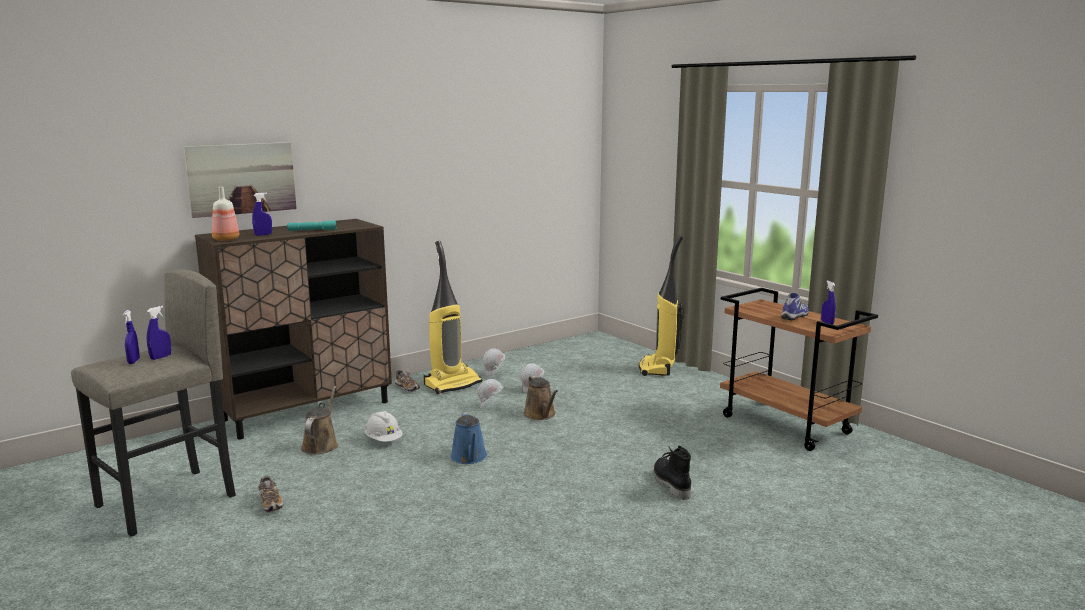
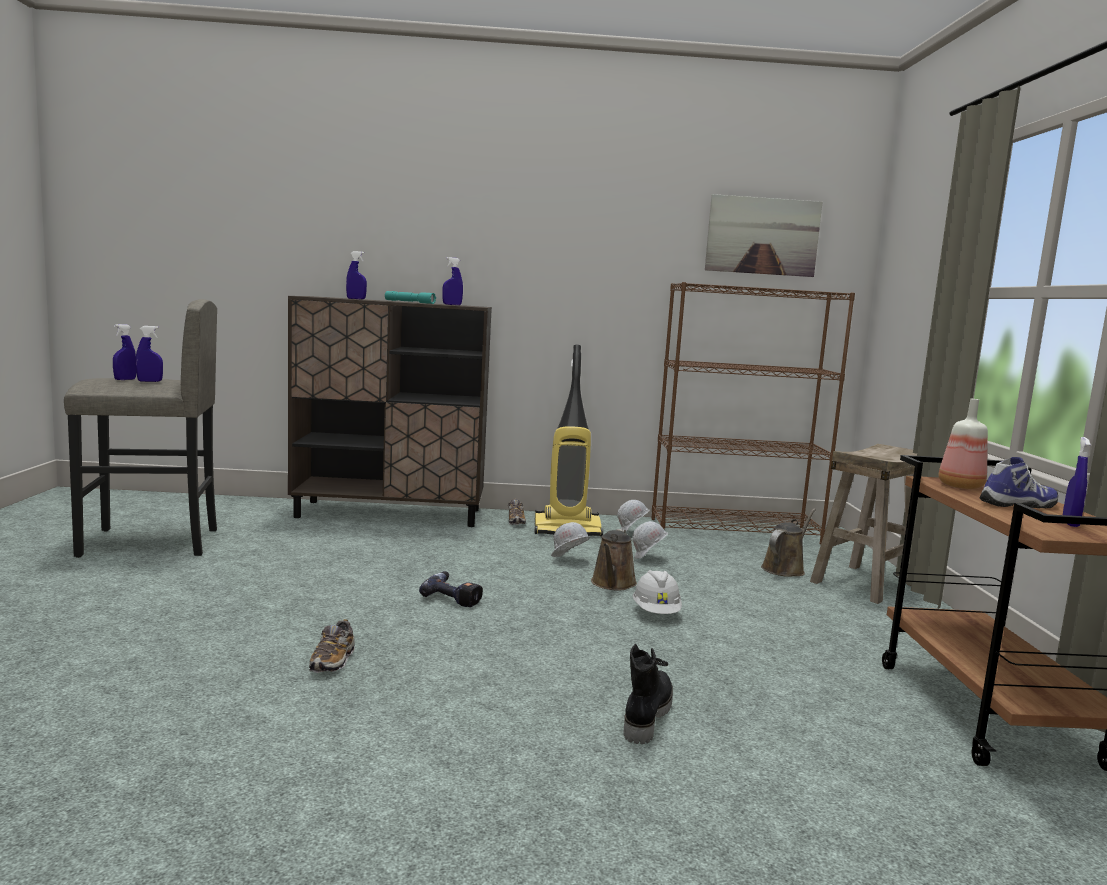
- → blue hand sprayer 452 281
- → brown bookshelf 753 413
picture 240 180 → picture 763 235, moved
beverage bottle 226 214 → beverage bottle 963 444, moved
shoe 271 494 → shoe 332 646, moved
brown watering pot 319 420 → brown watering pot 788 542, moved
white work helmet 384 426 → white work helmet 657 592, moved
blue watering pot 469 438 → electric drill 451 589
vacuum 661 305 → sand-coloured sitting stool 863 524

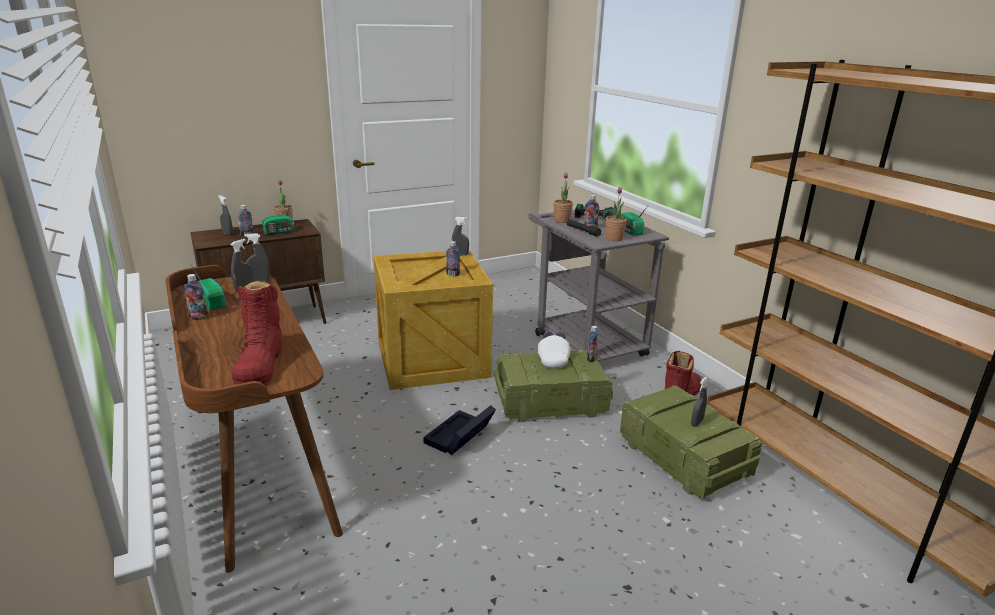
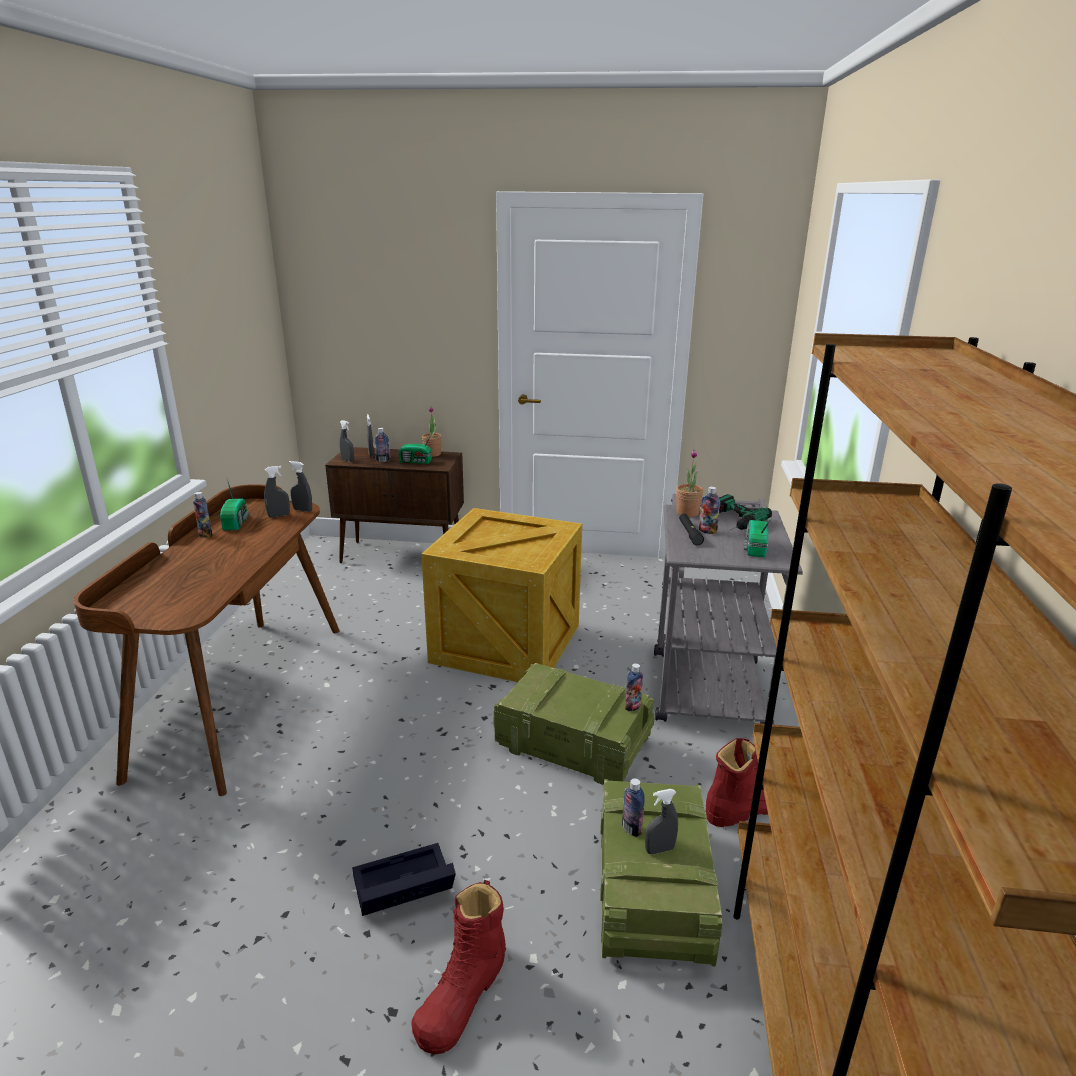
white baseball cap 554 350 → -
potted plant 616 214 → -
red boot 257 332 → red boot 459 967, moved
blackish storage box 459 430 → blackish storage box 404 879, moved
beverage bottle 453 258 → beverage bottle 633 807, moved
gray hand sprayer 460 236 → gray hand sprayer 347 441, moved

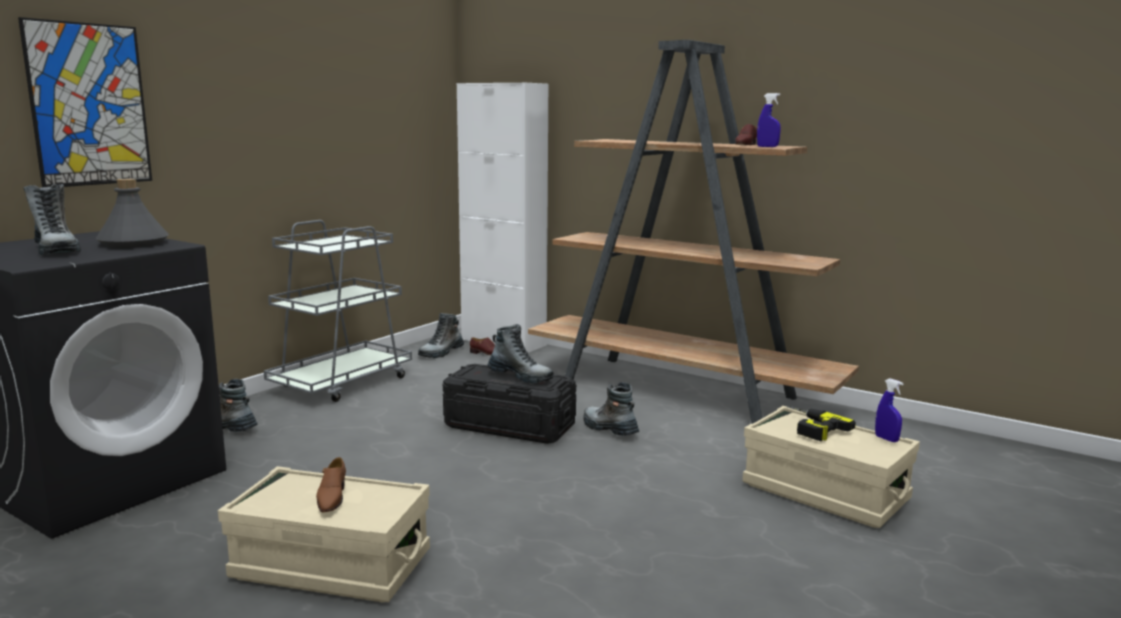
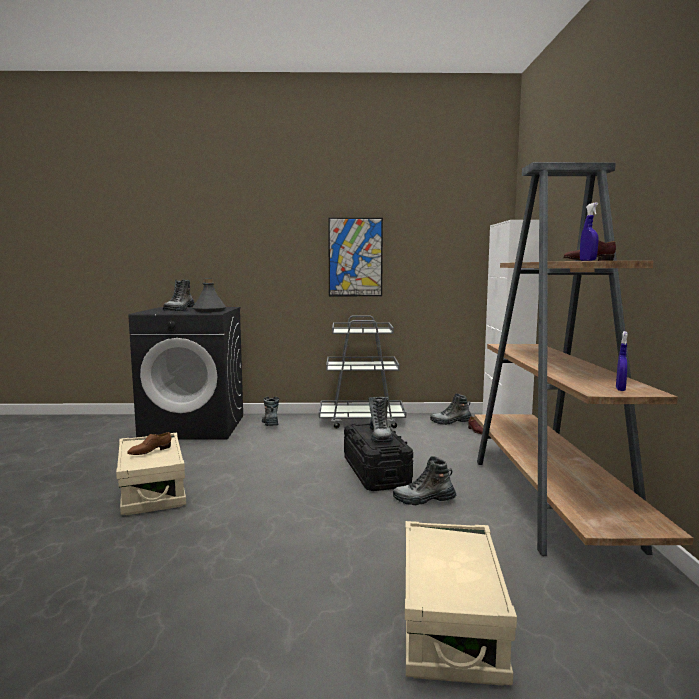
electric drill 821 423 → -
picture 85 102 → picture 355 257, moved
blue hand sprayer 889 410 → blue hand sprayer 622 361, moved
boot 611 409 → boot 424 480, 105 degrees counterclockwise

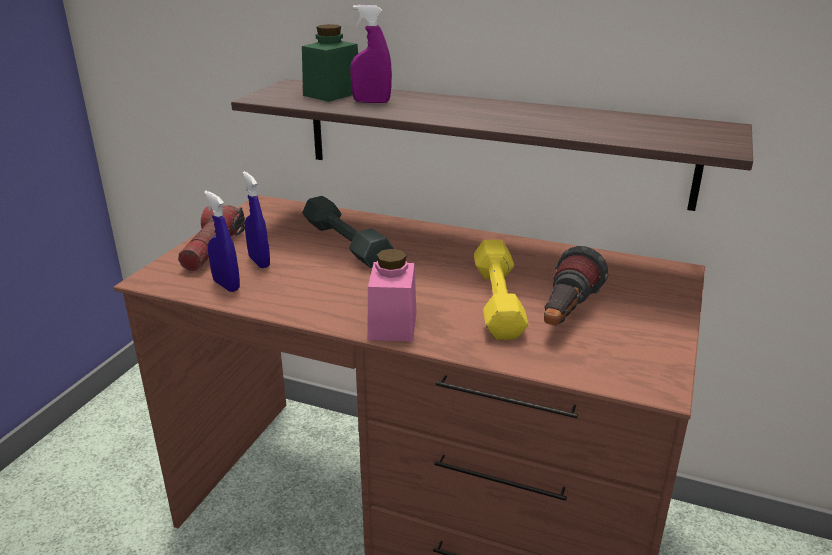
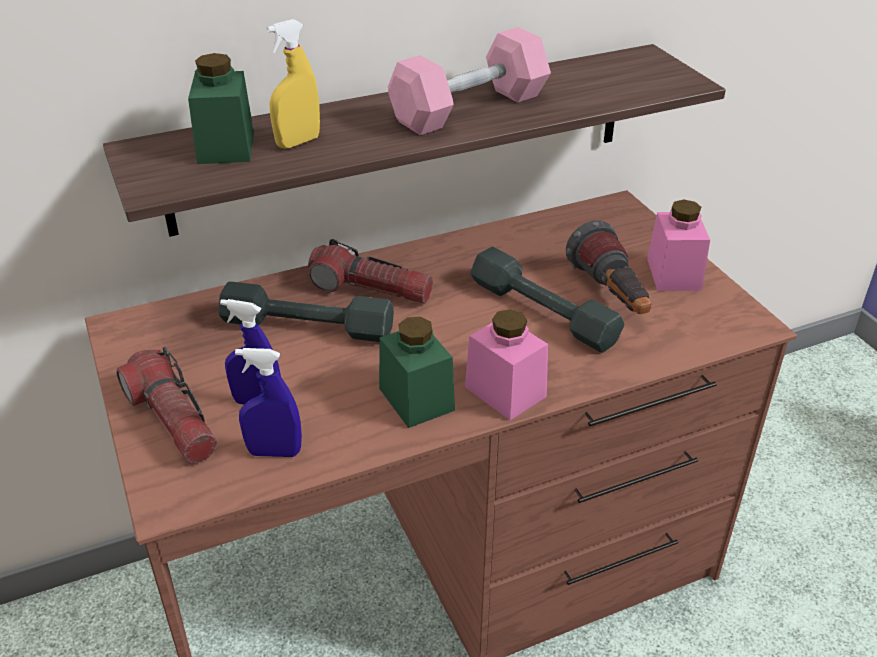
- → hand torch 370 271
- → green preserve jar 417 372
- → pink free weight 469 81
- → pink preserve jar 678 245
purple hand sprayer 371 54 → yellowish hand sprayer 293 84
yellowish free weight 501 290 → gray free weight 547 300

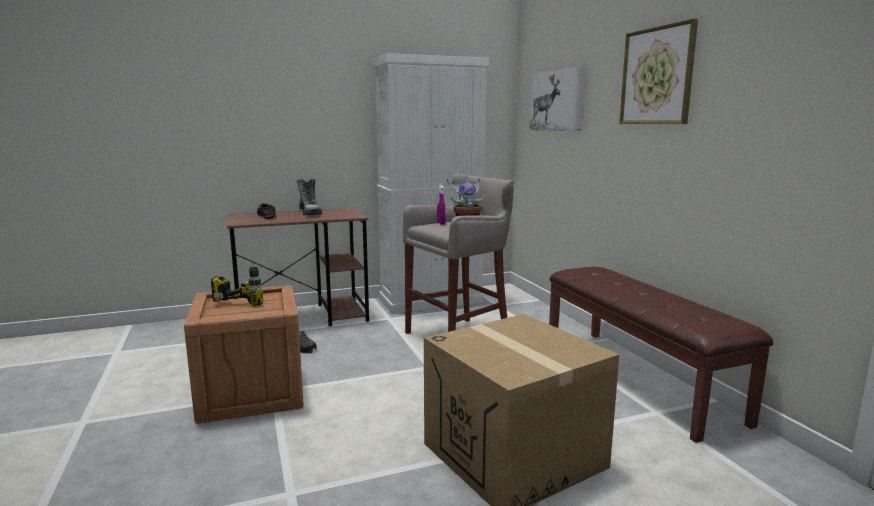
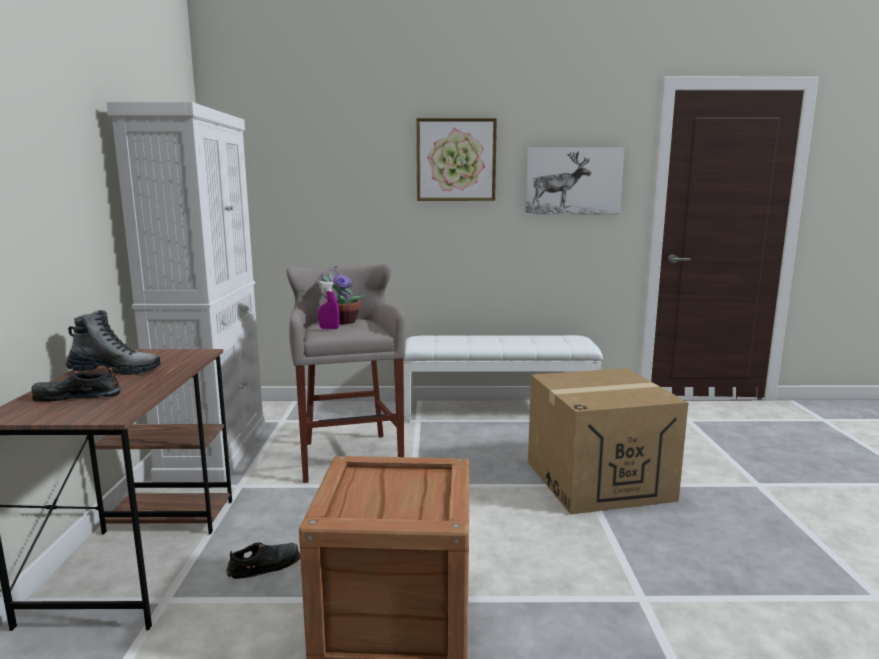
electric drill 237 284 → -
picture 557 99 → picture 574 181, moved
brown long seat 661 355 → white long seat 503 378

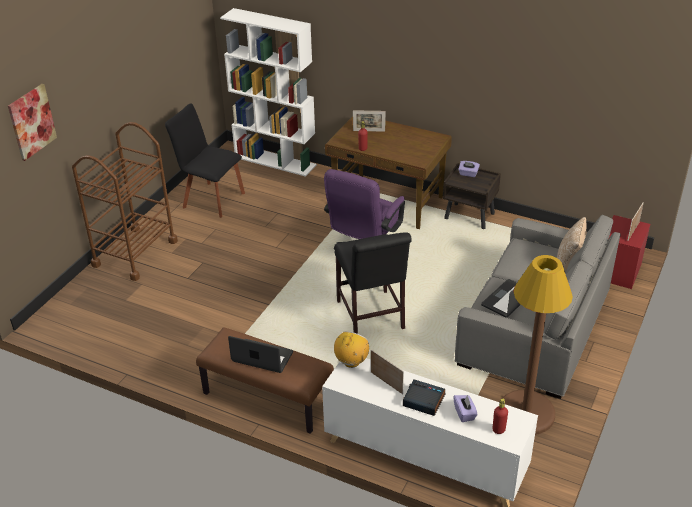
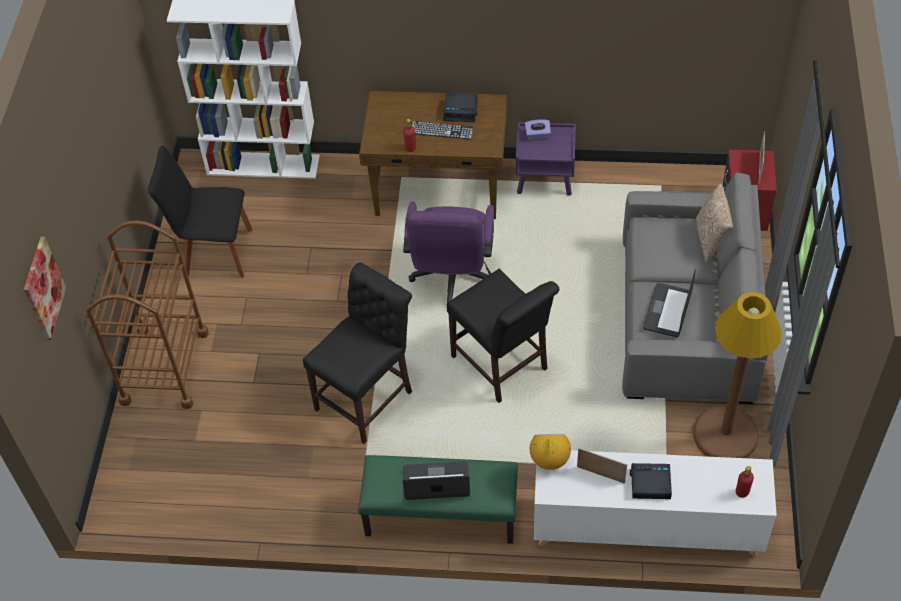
picture frame 369 121 → -
purple tissue holder 465 408 → -
- → blackish upright chair 357 353
- → computer keyboard 442 130
- → table clock 460 107
brown long seat 265 380 → green long seat 438 499
brown night table 472 196 → purple night table 546 159

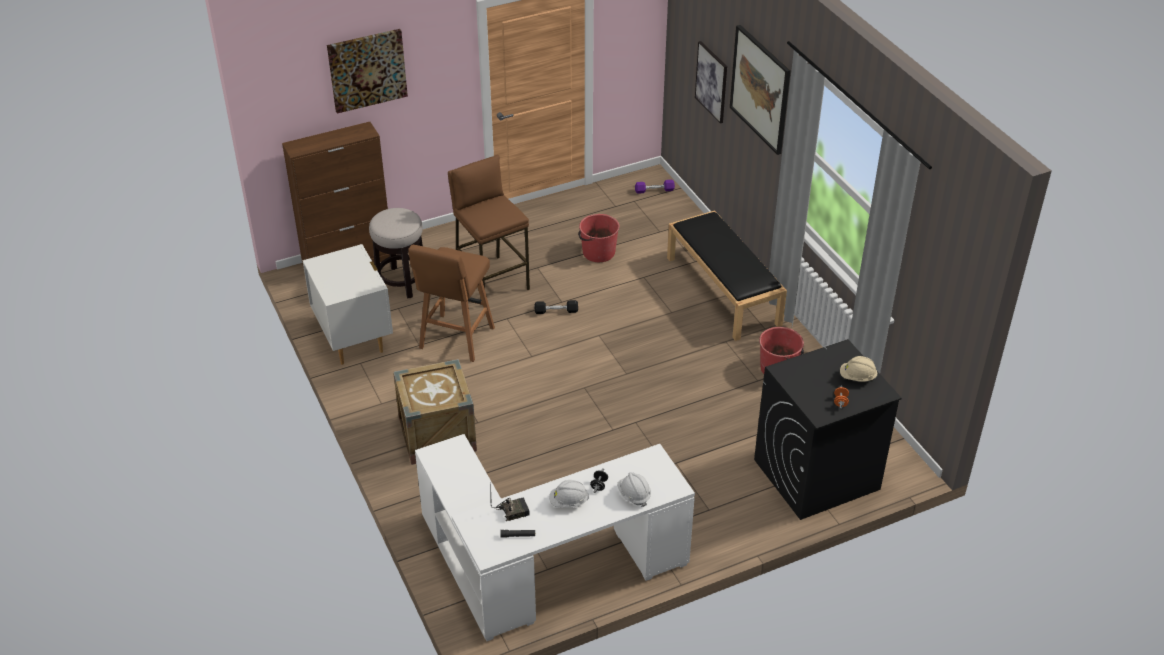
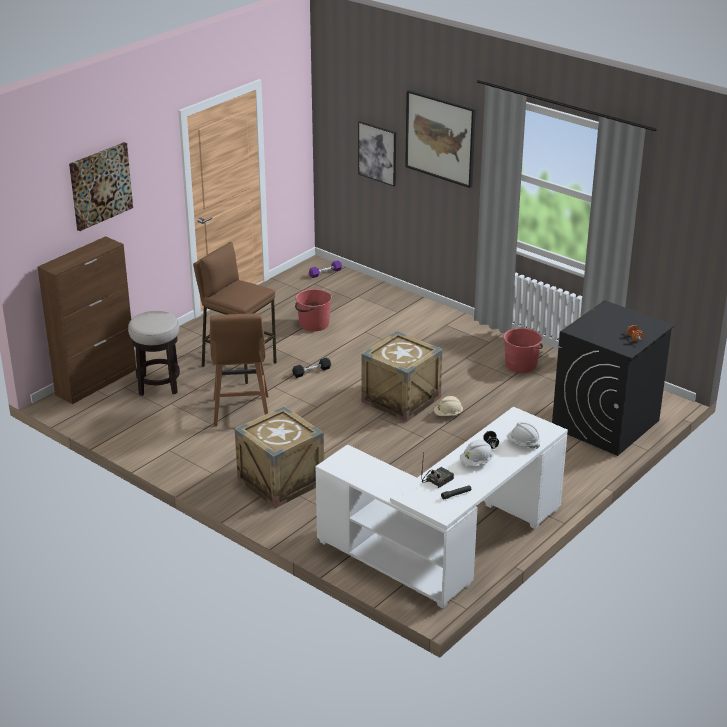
white night table 348 304 → -
blackish long seat 727 275 → -
- → packing crate 402 376
sand-coloured work helmet 858 369 → sand-coloured work helmet 448 406, moved

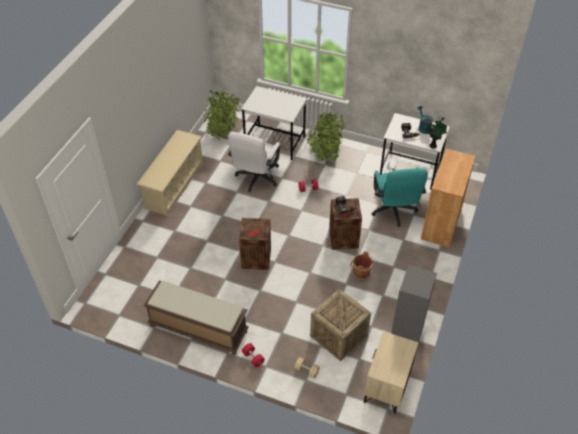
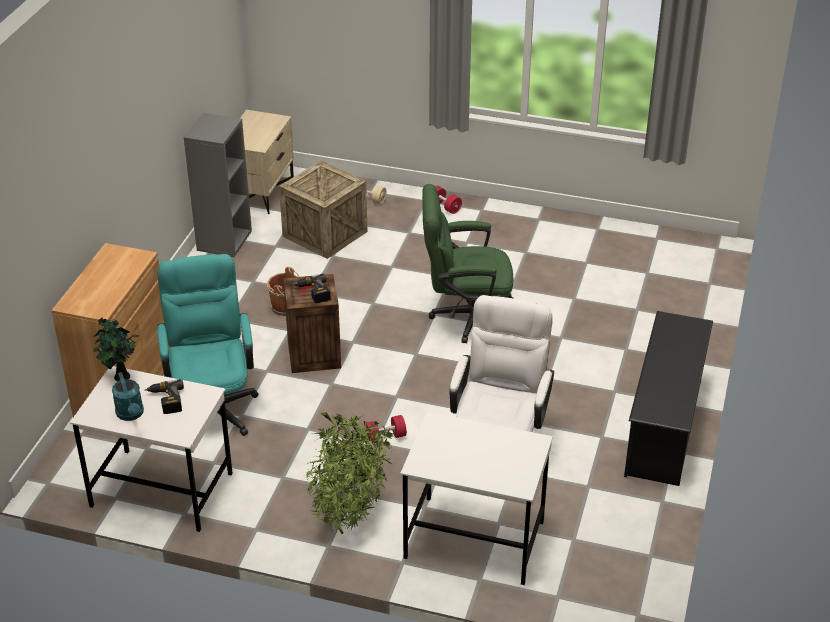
brown long seat 196 318 → -
potted plant 221 115 → -
packing crate 255 244 → green office chair 468 263
sand-coloured shoe stand 169 173 → blackish shoe stand 668 398

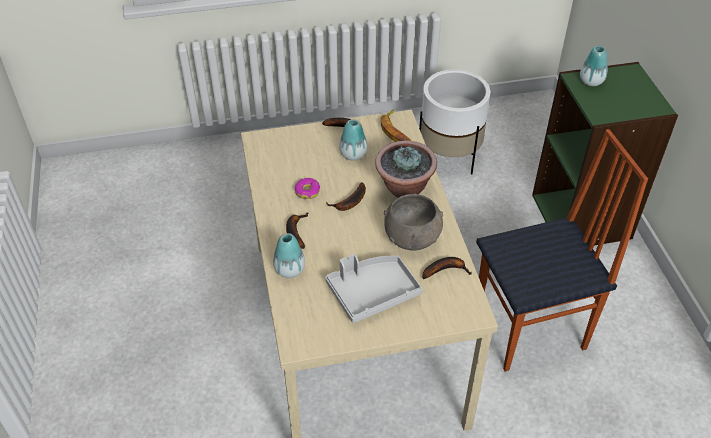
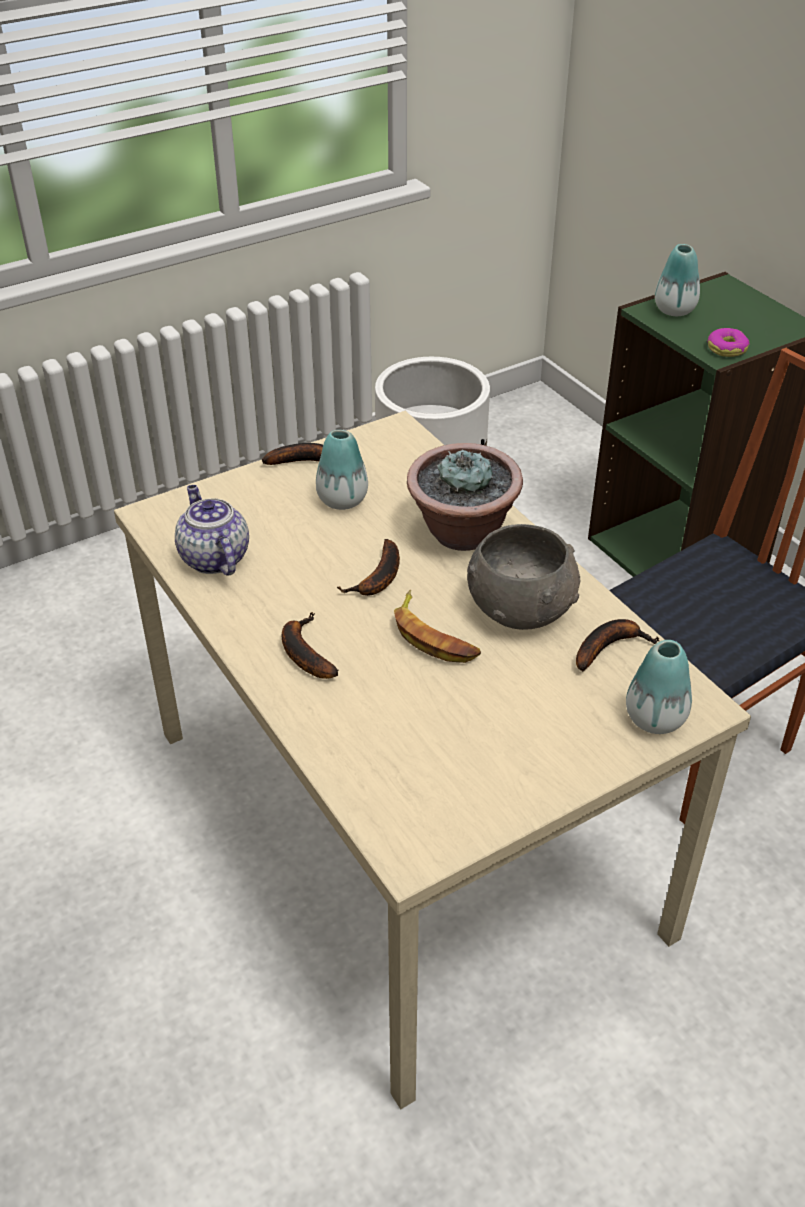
gray tray 373 288 → -
- → teapot 212 530
vase 289 255 → vase 659 687, moved
donut 307 188 → donut 728 342, moved
banana 396 125 → banana 437 626, moved

